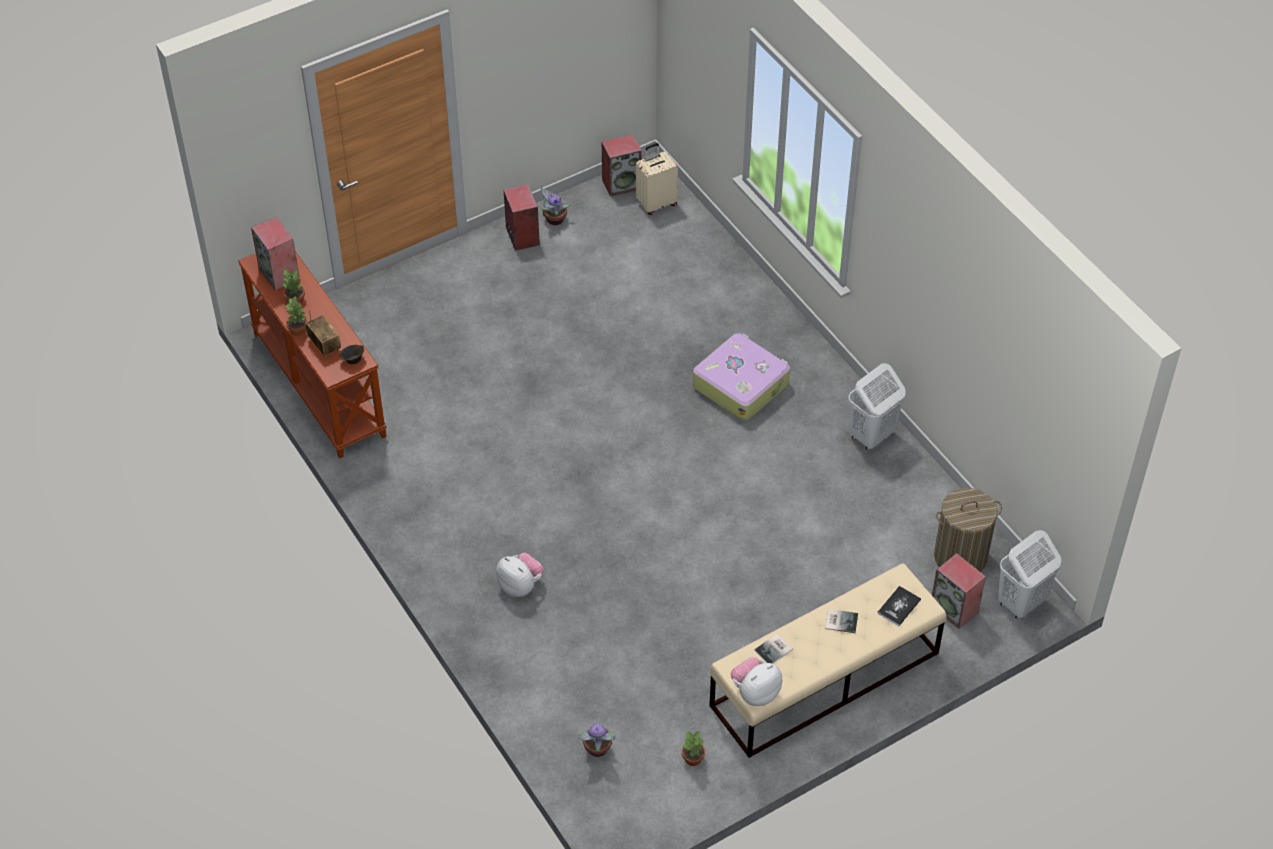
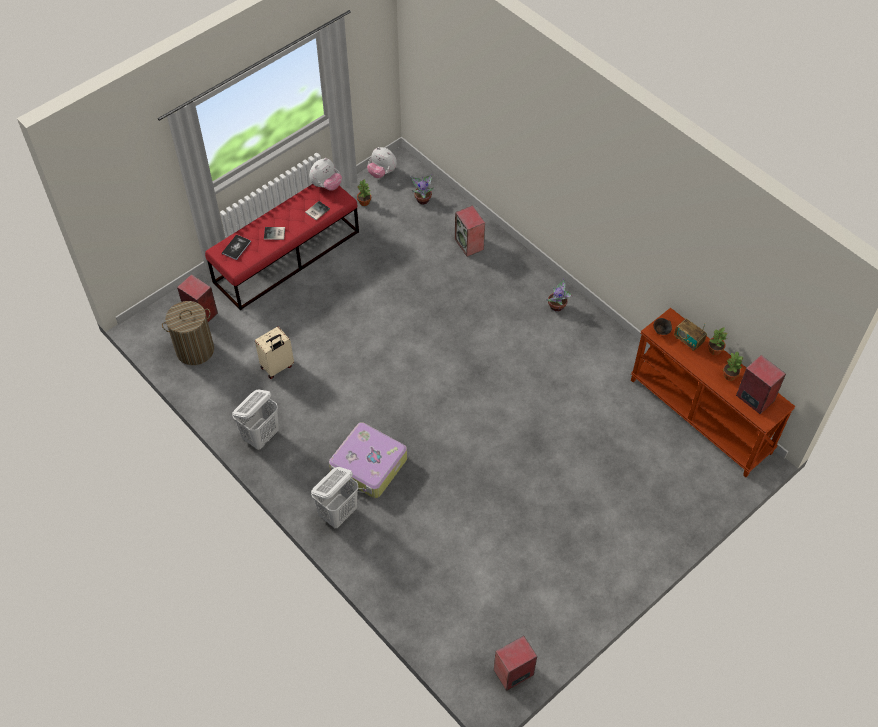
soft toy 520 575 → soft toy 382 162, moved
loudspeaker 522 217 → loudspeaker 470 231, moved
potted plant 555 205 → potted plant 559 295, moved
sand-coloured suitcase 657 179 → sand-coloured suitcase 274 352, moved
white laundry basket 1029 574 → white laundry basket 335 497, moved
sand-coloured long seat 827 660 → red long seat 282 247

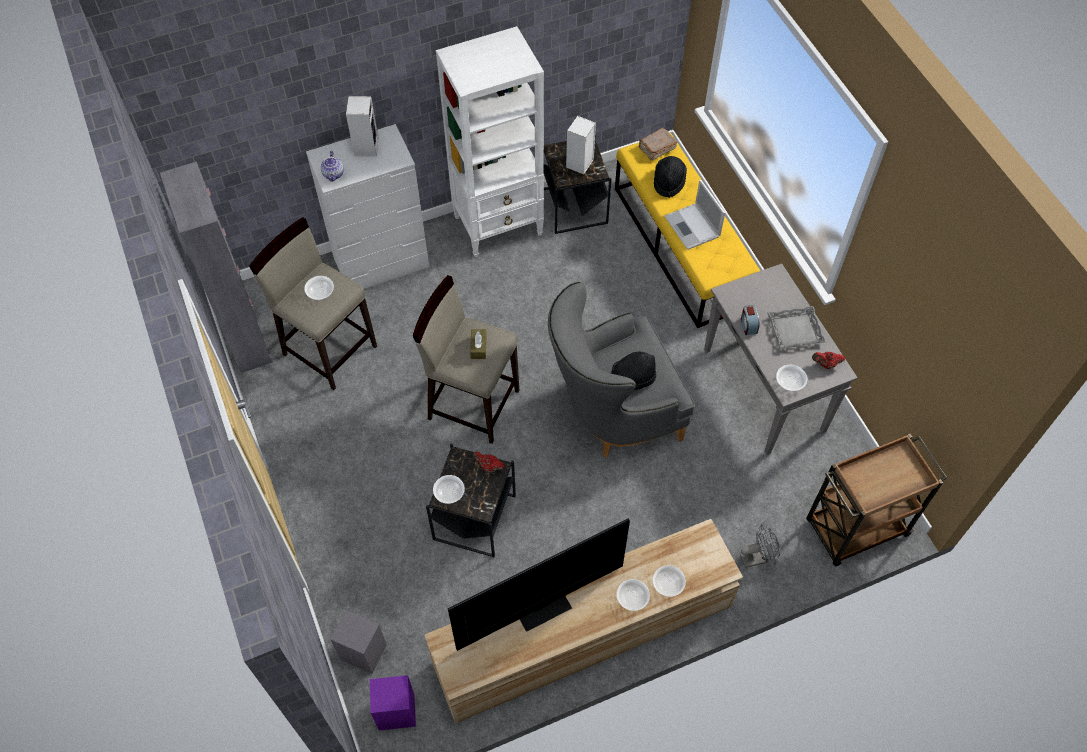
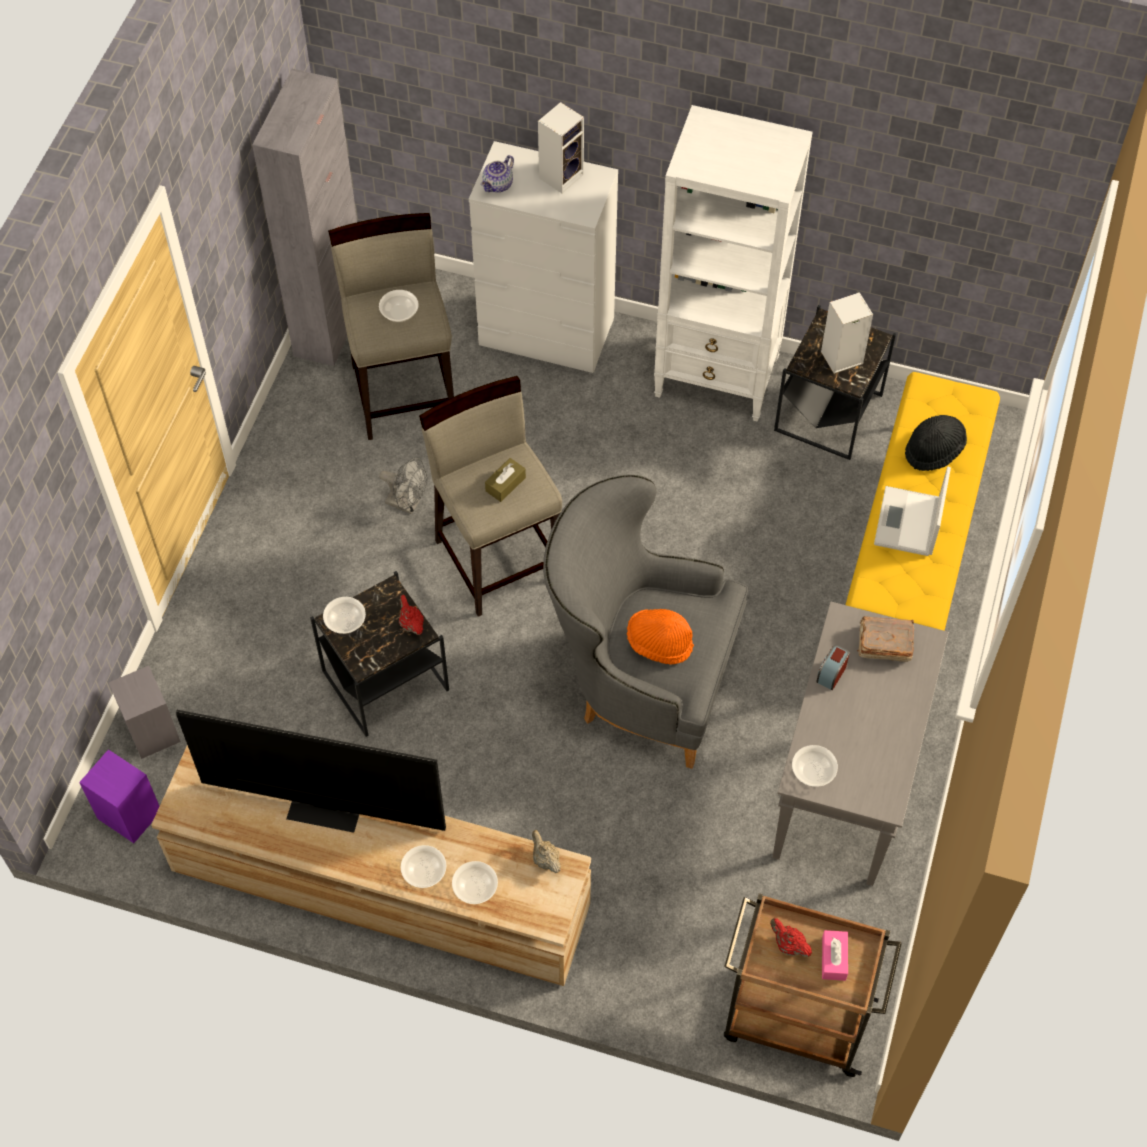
gray tray 796 327 → -
- → sand-coloured teapot 546 851
- → pink tissue holder 835 955
brown book 658 144 → brown book 885 639, moved
gray cooling fan 760 546 → gray cooling fan 403 486, moved
red teapot 828 360 → red teapot 791 937, moved
blackish clothing hat 633 371 → orange clothing hat 660 637

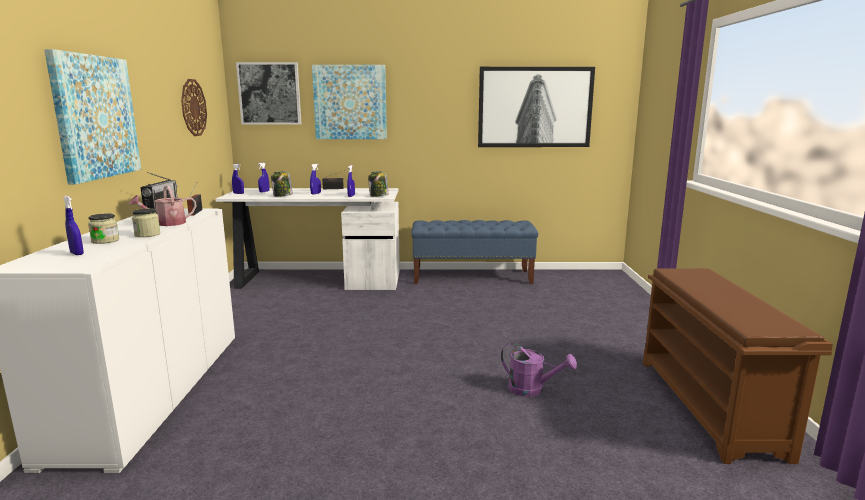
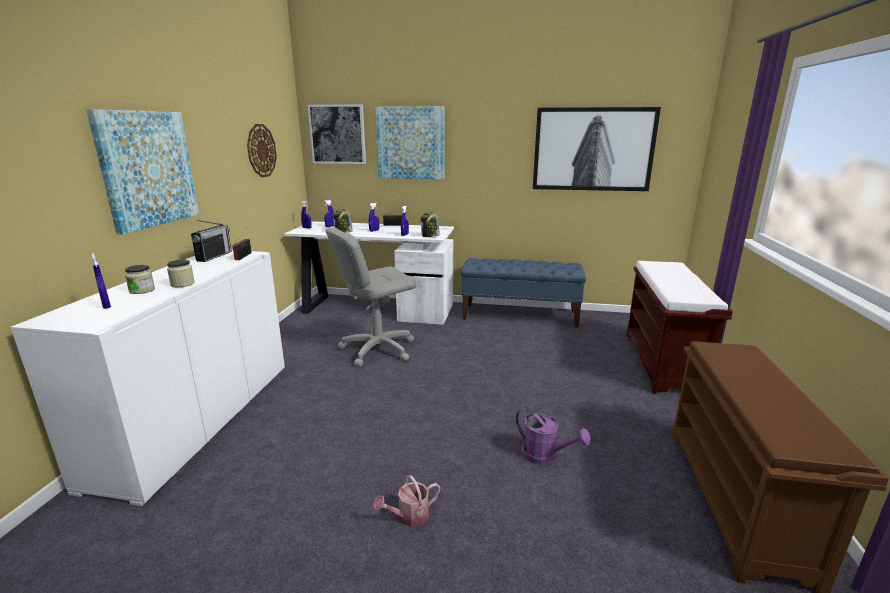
- → gray office chair 371 297
- → brown long seat 679 327
watering pot 162 205 → watering pot 406 501, moved

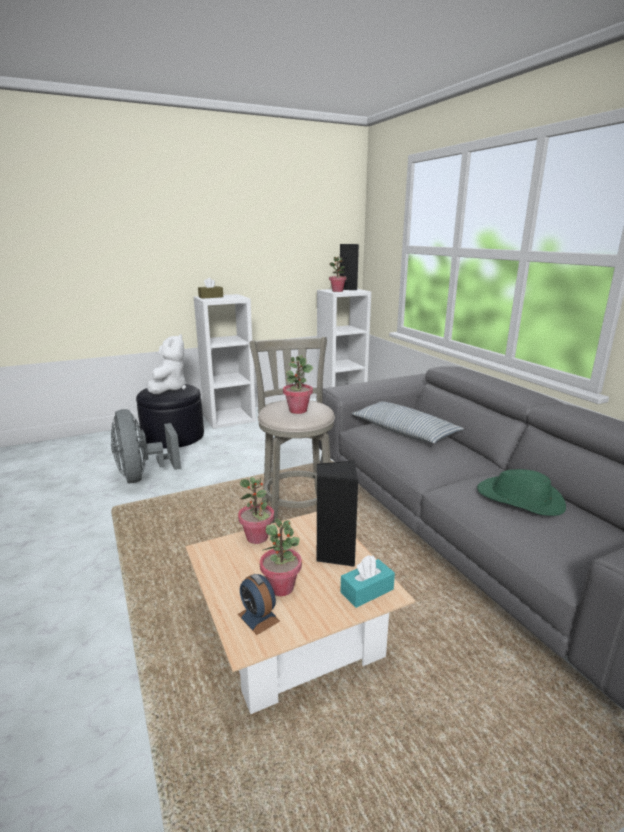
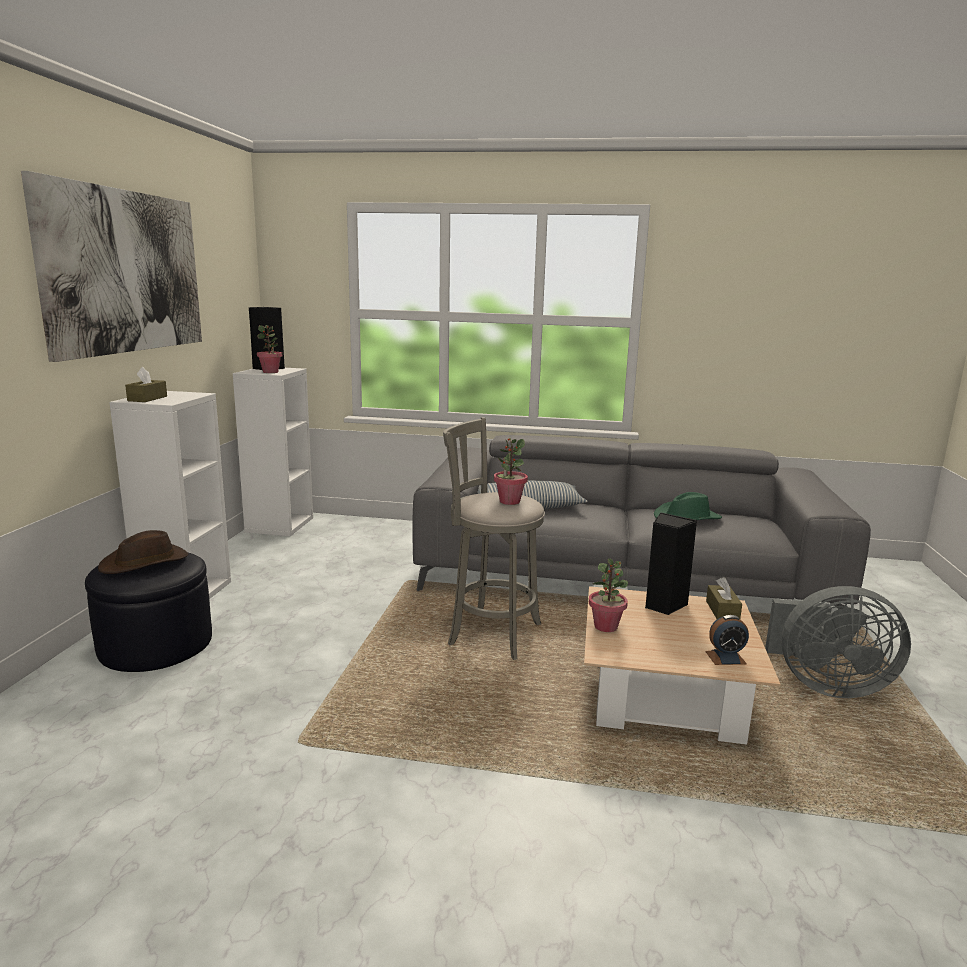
potted plant 281 557 → -
- → picture 111 266
gray cooling fan 146 446 → gray cooling fan 838 642, moved
white soft toy 166 364 → brown clothing hat 143 552
blue-green tissue holder 367 581 → brown tissue holder 724 598

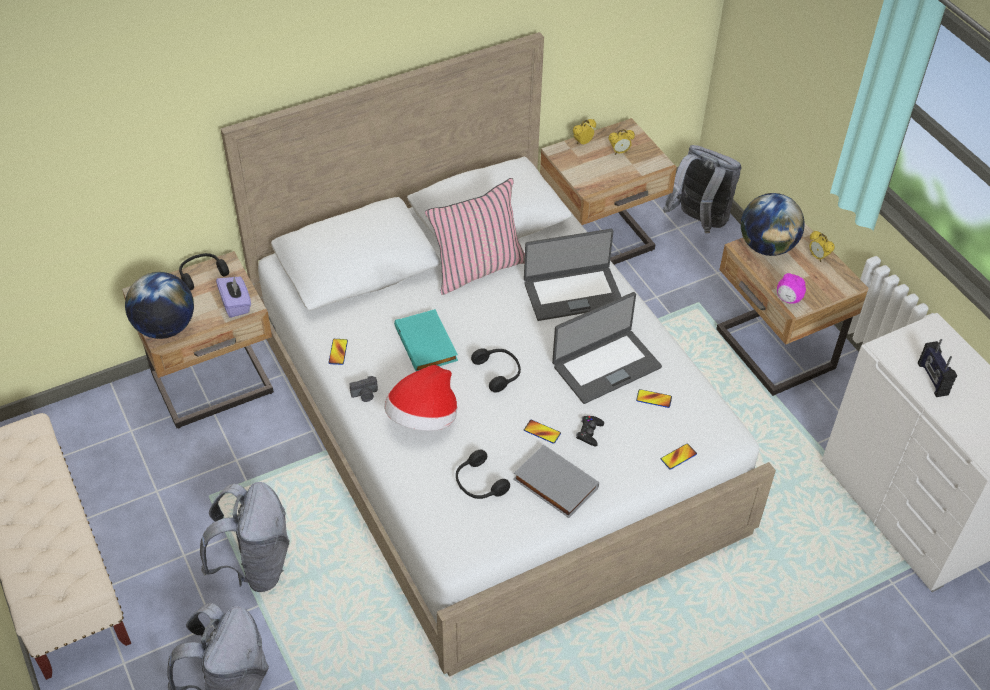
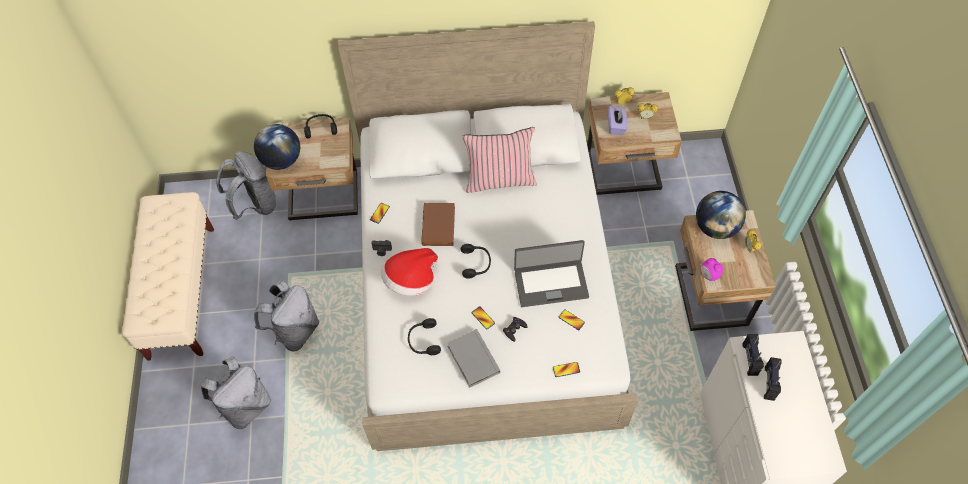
laptop 572 275 → -
- → radio set 753 355
purple tissue holder 233 296 → purple tissue holder 617 120, moved
gray rucksack 702 189 → gray rucksack 246 185, moved
blue-green book 426 340 → brown book 438 224

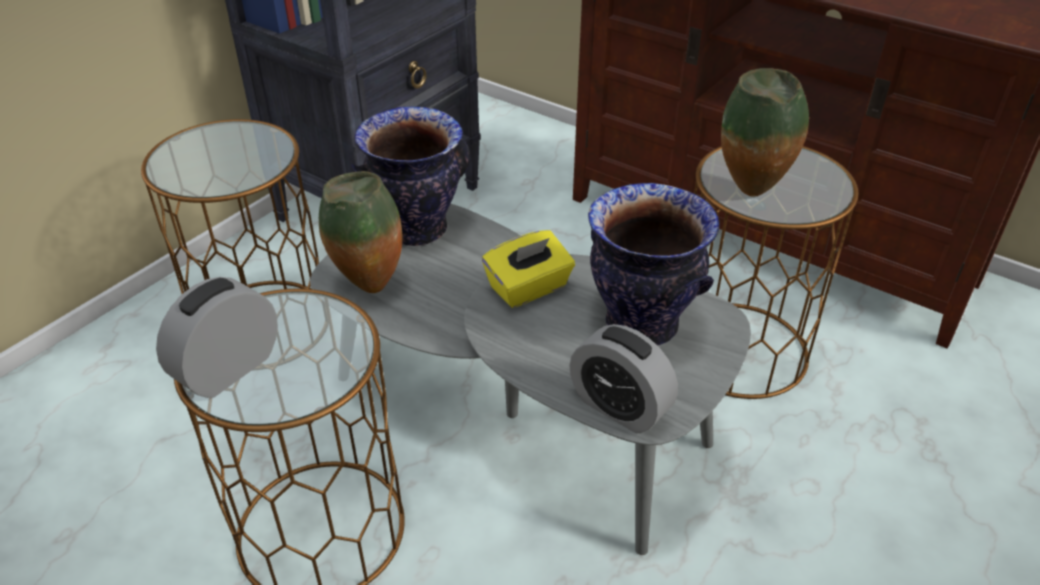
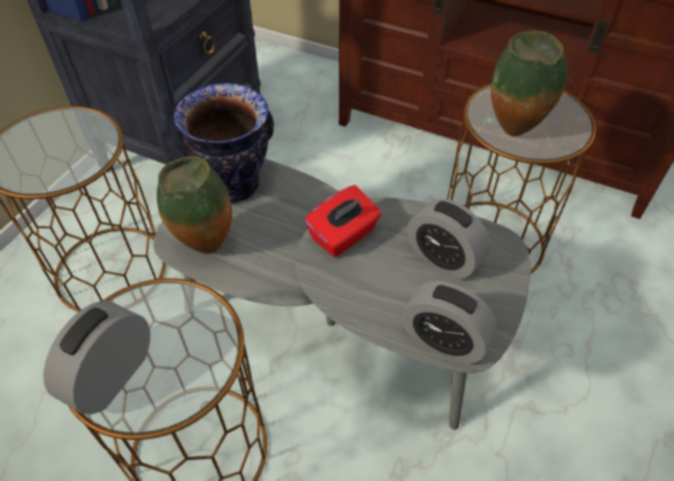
vase 654 264 → table clock 448 239
yellowish tissue holder 528 269 → red tissue holder 343 221

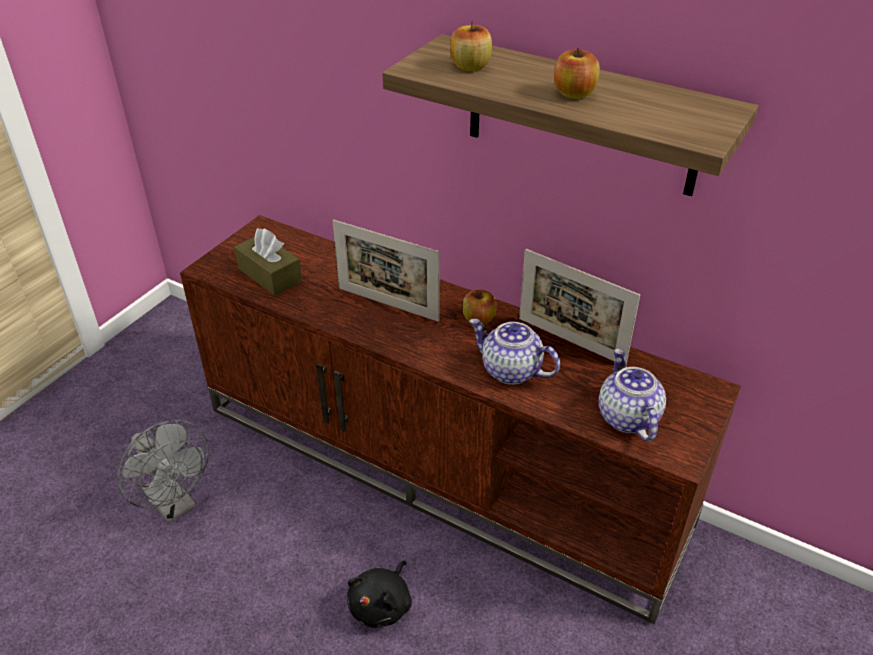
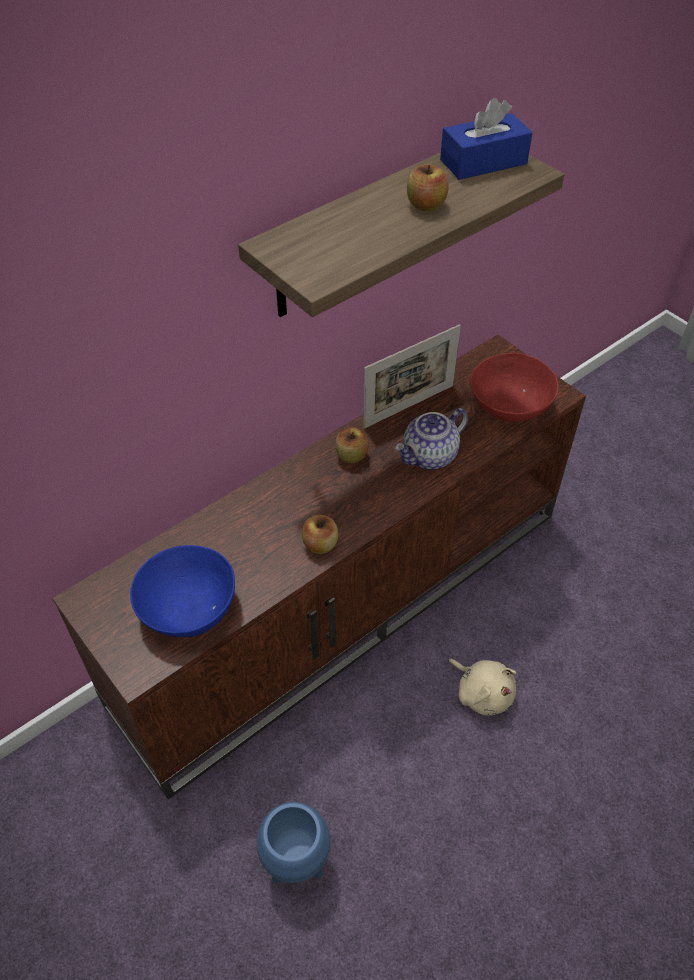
picture frame 386 271 → -
- → blue tissue holder 486 139
apple 471 46 → apple 320 534, moved
gray cooling fan 163 471 → blue planter 293 842
brown tissue holder 268 262 → blue deep dish 182 591
teapot 632 395 → red deep dish 514 387
blackish soft toy 379 594 → sand-coloured soft toy 482 687

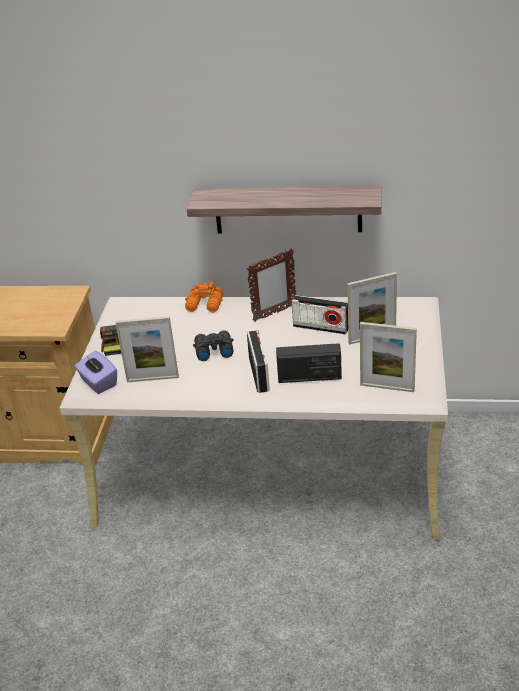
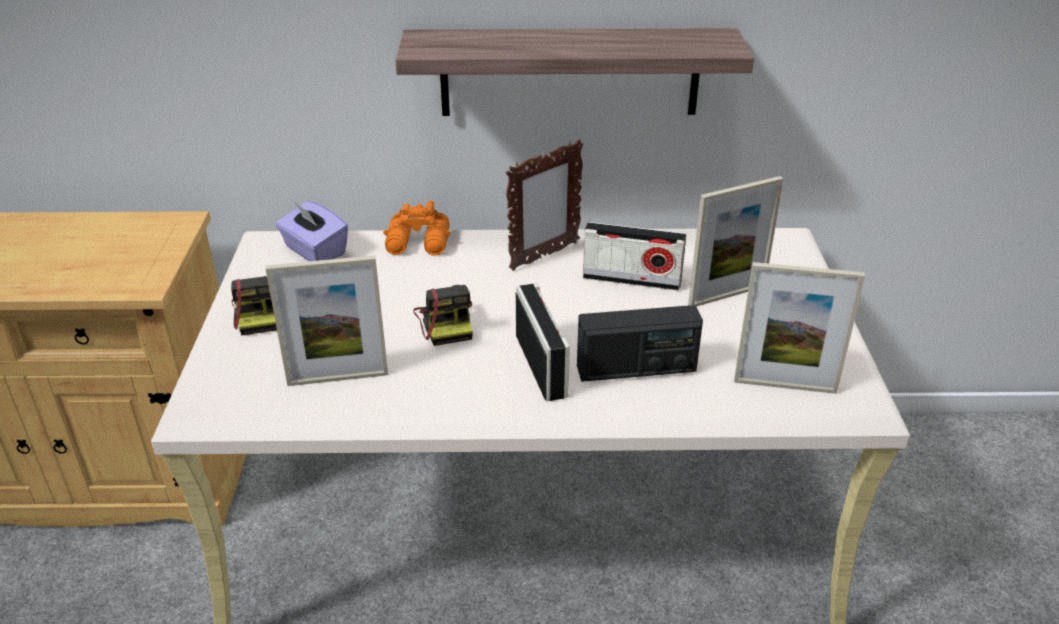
purple tissue holder 96 372 → purple tissue holder 312 231, moved
blackish field glasses 213 345 → still camera 443 315

